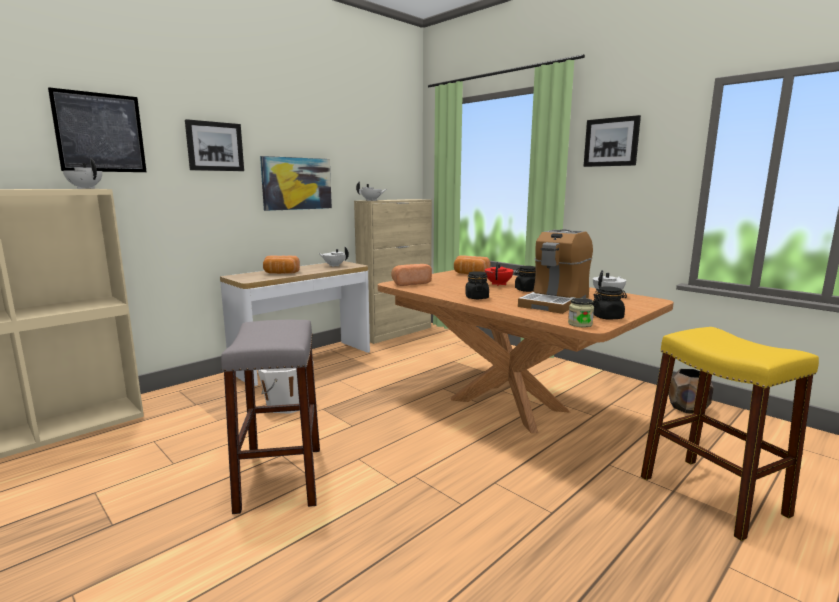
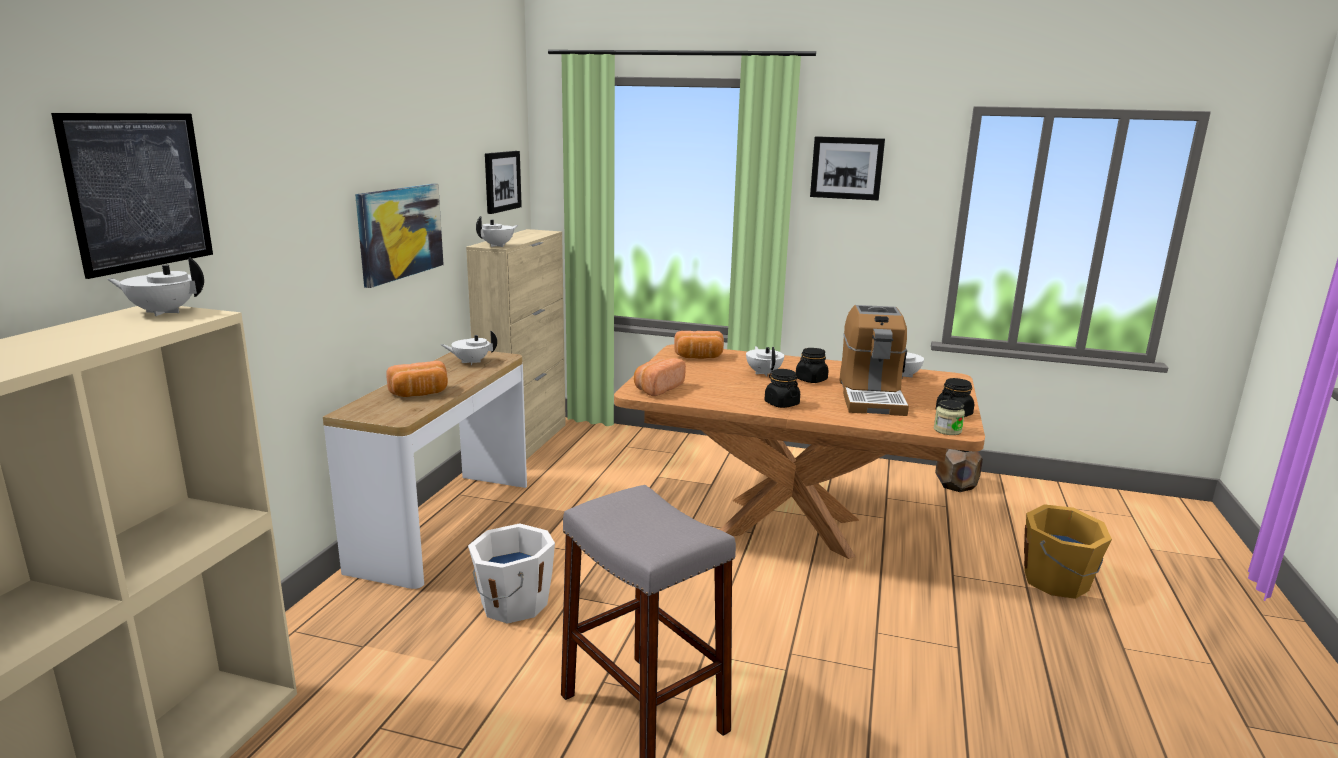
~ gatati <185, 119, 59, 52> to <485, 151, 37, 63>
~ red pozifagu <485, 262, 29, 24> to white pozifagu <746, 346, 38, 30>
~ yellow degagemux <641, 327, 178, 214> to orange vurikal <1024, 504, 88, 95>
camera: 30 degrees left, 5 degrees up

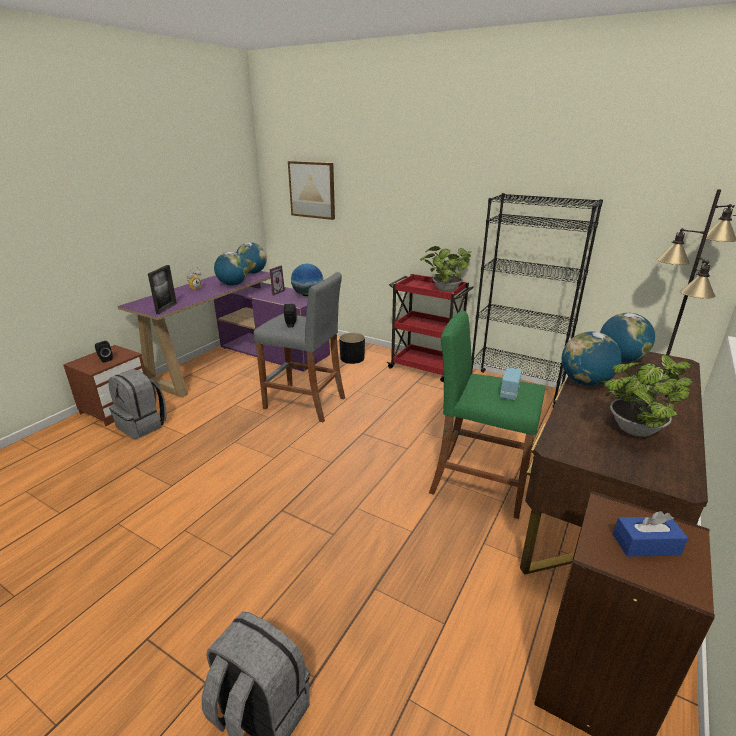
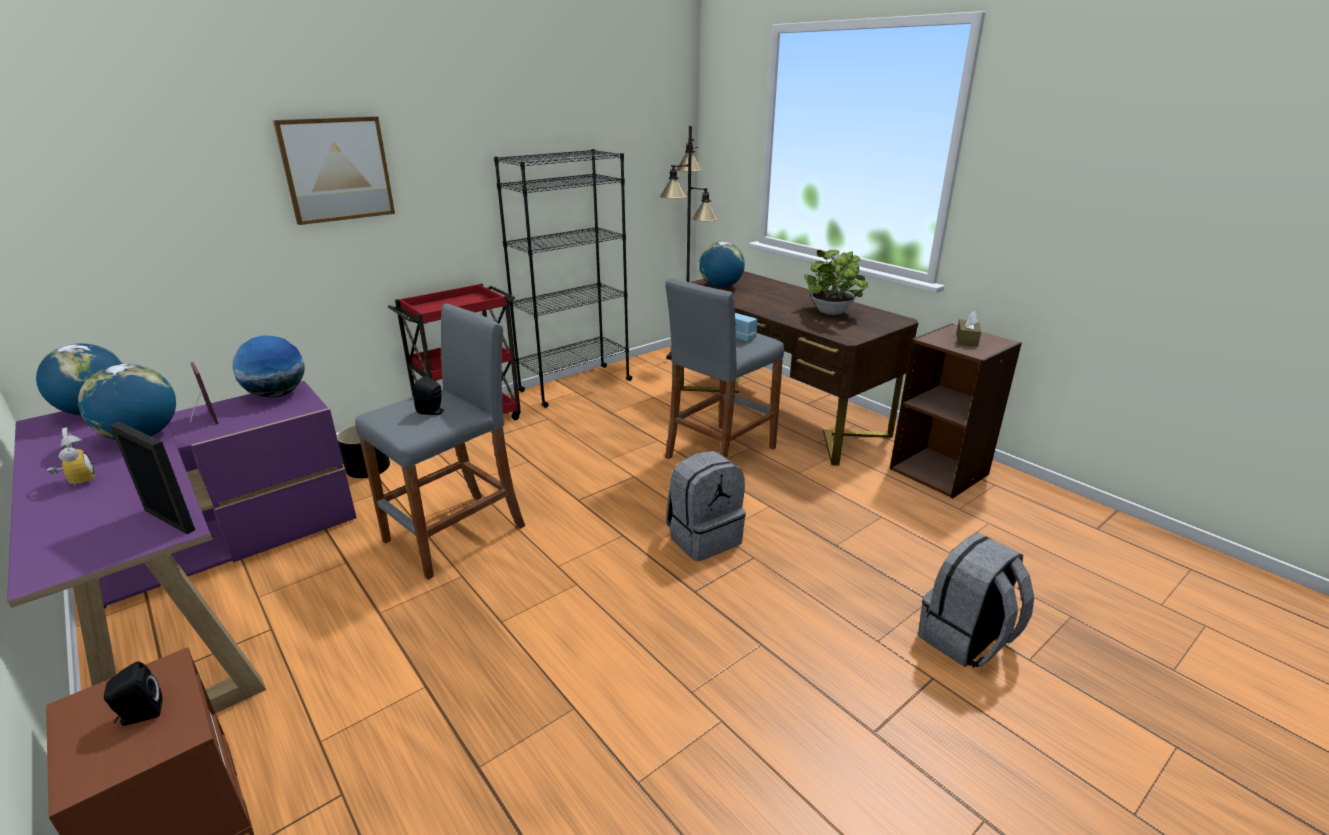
~ gatati <288, 161, 47, 59> to <273, 116, 122, 109>
~ green degagemux <429, 311, 116, 208> to grey degagemux <665, 278, 119, 181>
~ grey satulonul <108, 369, 59, 70> to <666, 451, 80, 110>
~ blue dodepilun <613, 511, 75, 46> to brown dodepilun <956, 311, 25, 36>
- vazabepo <420, 246, 52, 46>
- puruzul <562, 332, 59, 54>
camera: 70 degrees left, 0 degrees up

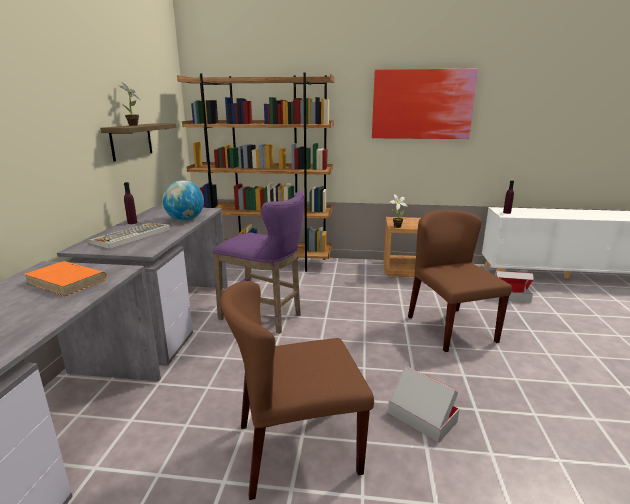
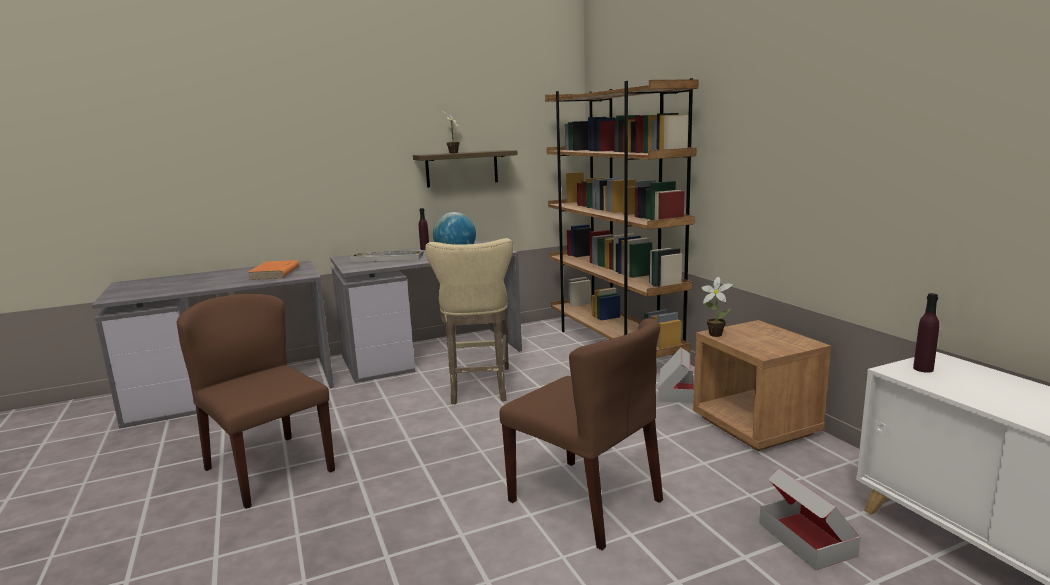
~ purple degagemux <213, 191, 91, 143> to beige degagemux <425, 238, 88, 166>
~ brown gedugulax <408, 210, 104, 142> = <500, 318, 163, 232> 90 degrees clockwise
~ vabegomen <388, 367, 71, 76> to <658, 348, 36, 55>
- gatati <372, 69, 106, 70>
camera: 60 degrees right, 5 degrees down

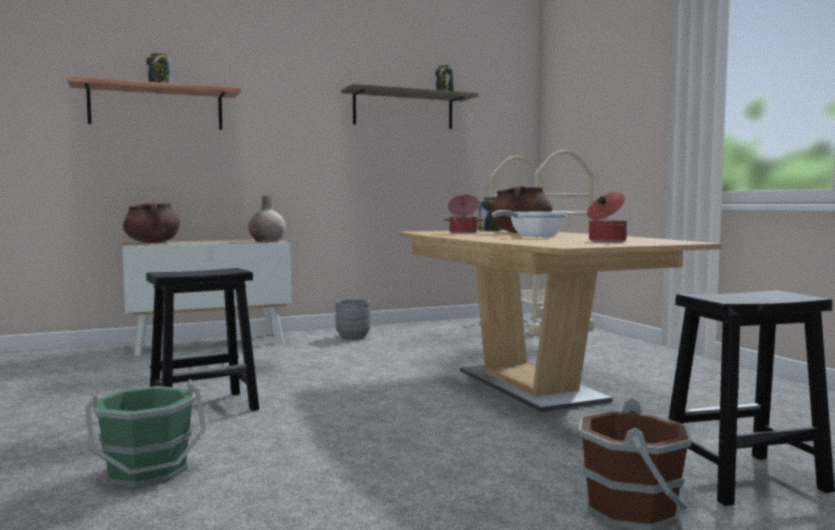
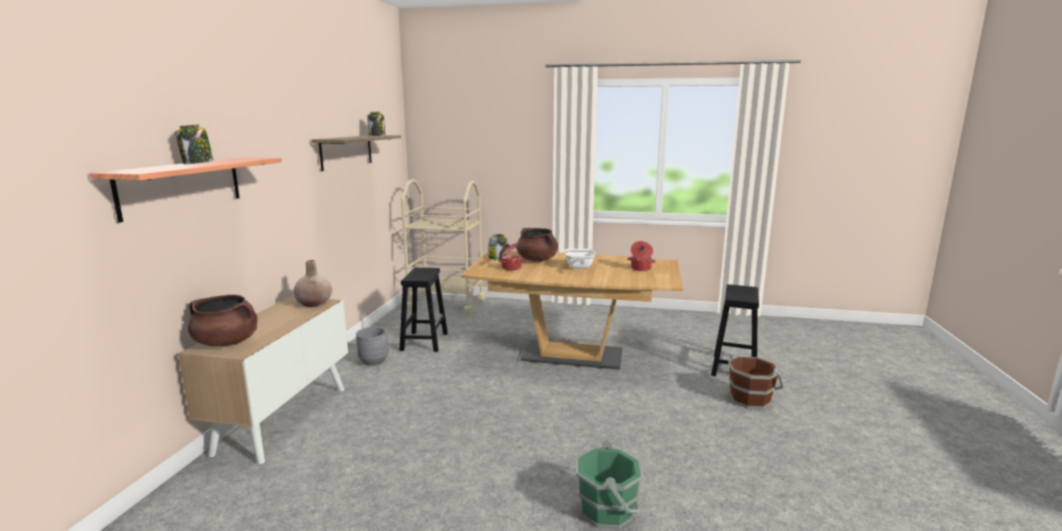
~ black degagemux <146, 268, 113, 143> to <399, 268, 49, 84>
camera: 55 degrees left, 10 degrees up

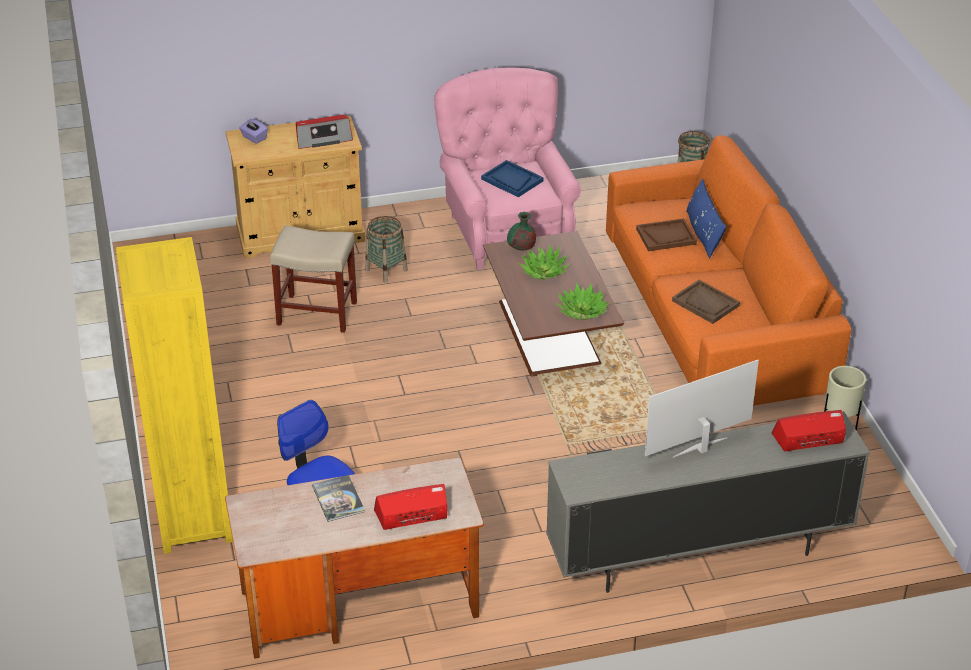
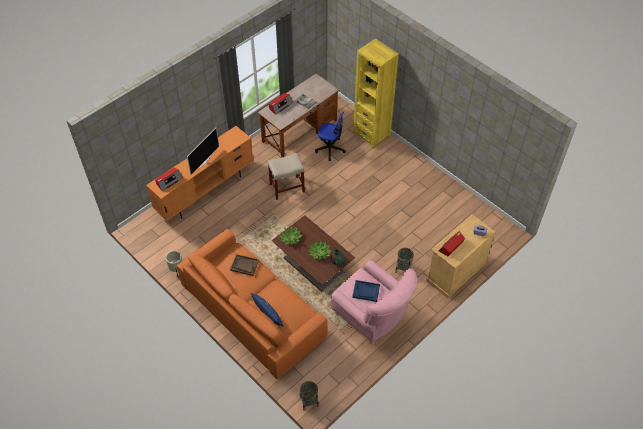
~ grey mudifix <546, 411, 324, 182> to orange mudifix <146, 126, 107, 95>
~ beige degagemux <270, 225, 87, 108> to <267, 153, 38, 47>
- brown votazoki <636, 219, 61, 32>
camera: 150 degrees right, 15 degrees up

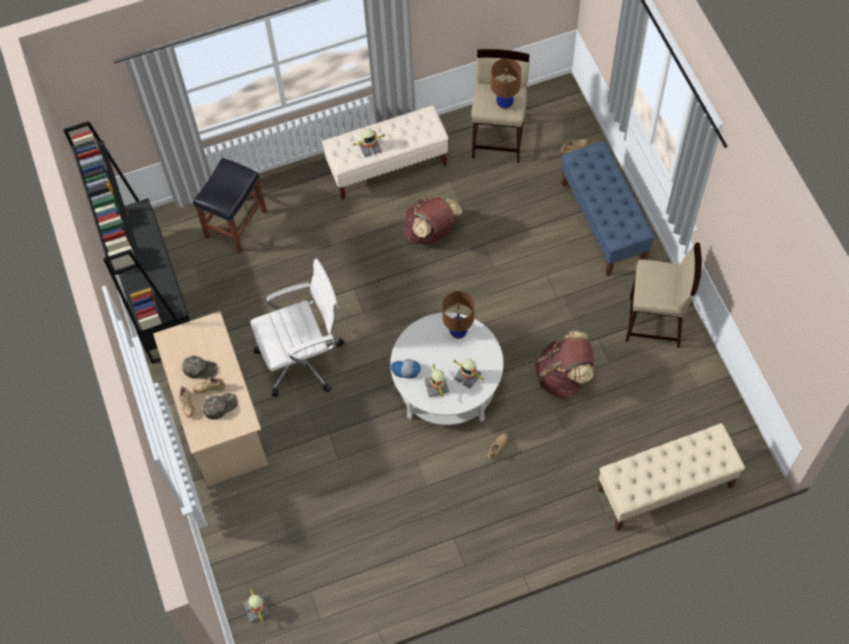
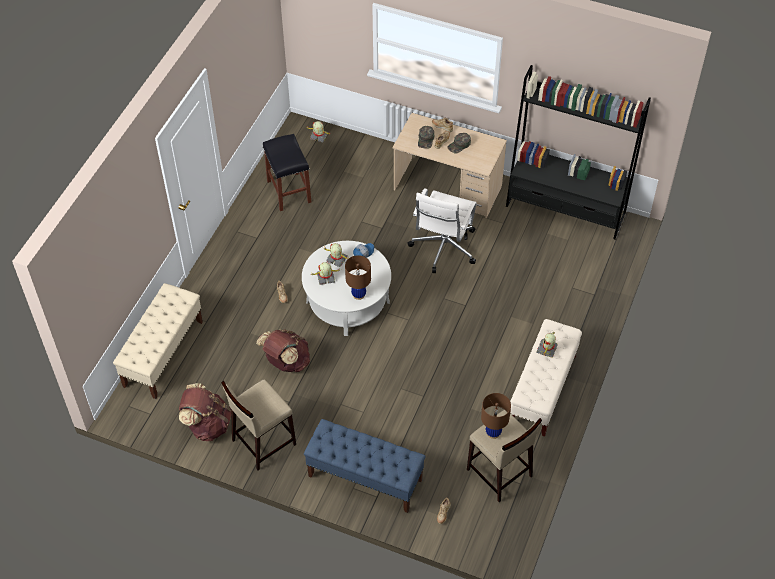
~ brown satulonul <403, 196, 59, 48> to <179, 383, 52, 58>
~ black degagemux <193, 158, 74, 95> to <263, 134, 48, 77>
camera: 130 degrees right, 10 degrees down

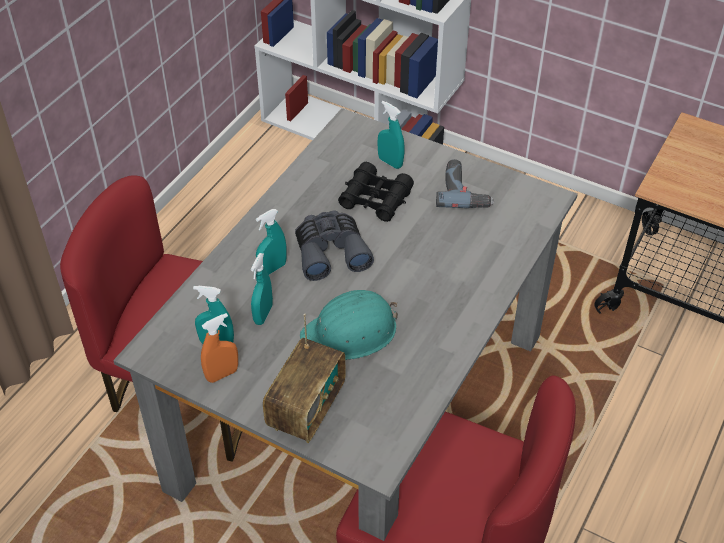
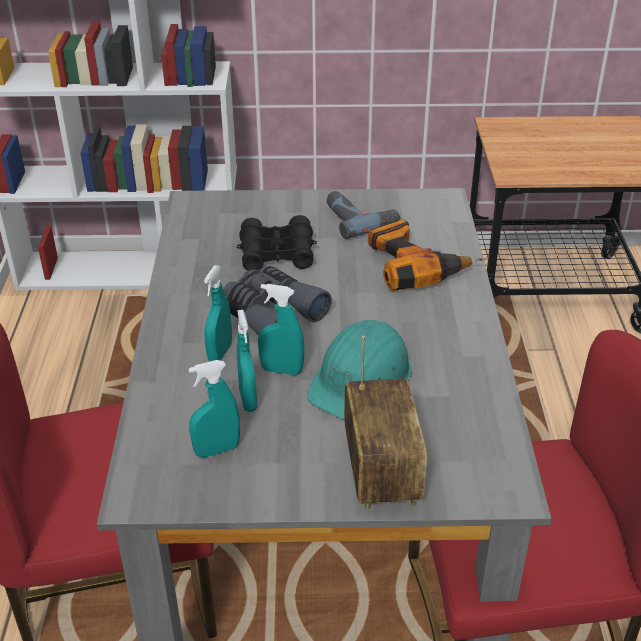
~ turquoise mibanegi <377, 101, 28, 68> to <258, 284, 46, 91>
+ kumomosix <368, 220, 121, 71>
- orange mibanegi <201, 313, 37, 70>
camera: 30 degrees left, 10 degrees down

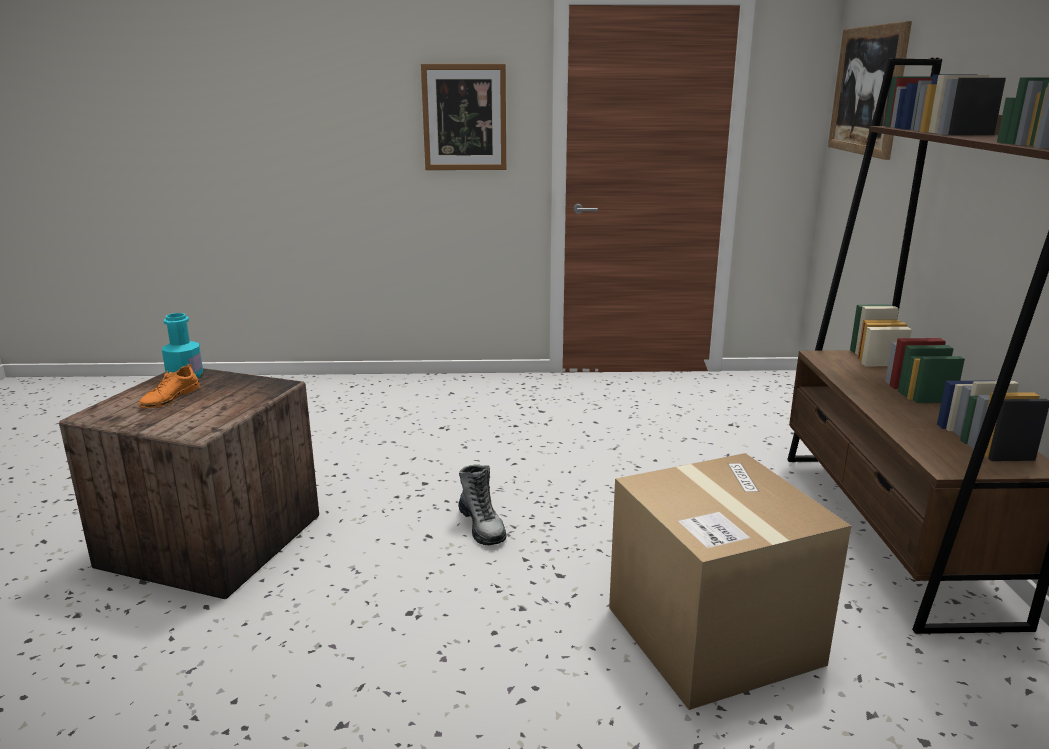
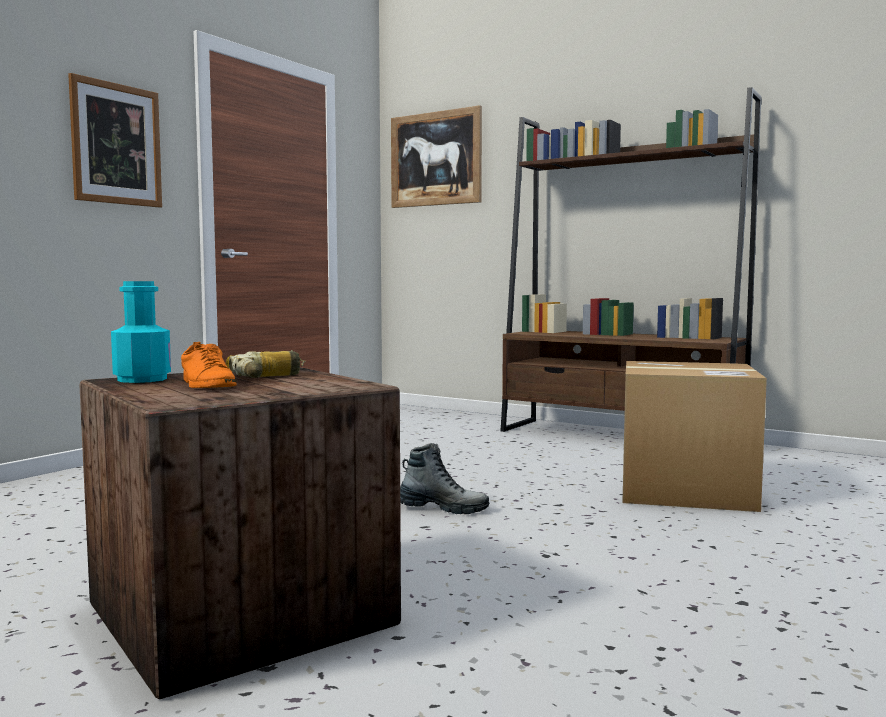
+ kumomosix <226, 350, 80, 28>
camera: 55 degrees left, 15 degrees down

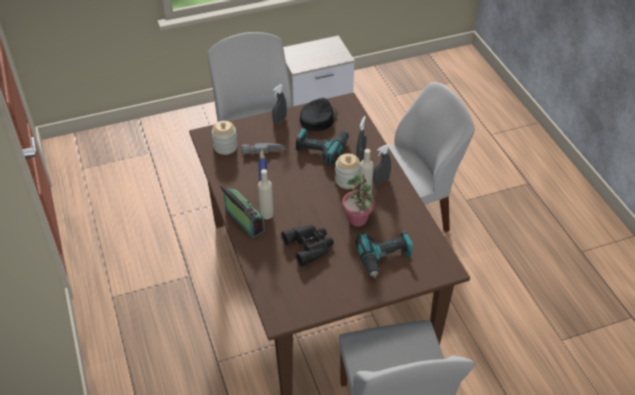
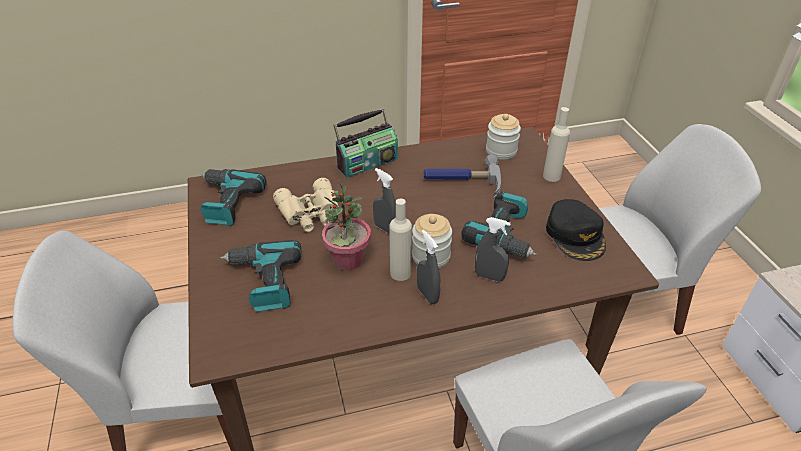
+ kumomosix <200, 169, 67, 57>
~ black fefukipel <281, 225, 53, 41> to beige fefukipel <273, 178, 66, 54>
~ grey mibanegi <272, 84, 15, 40> to <373, 168, 23, 66>
~ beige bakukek <258, 169, 16, 50> to <543, 107, 27, 75>
~ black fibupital <300, 98, 38, 33> = <546, 199, 60, 62> 45 degrees clockwise
camera: 95 degrees right, 5 degrees down

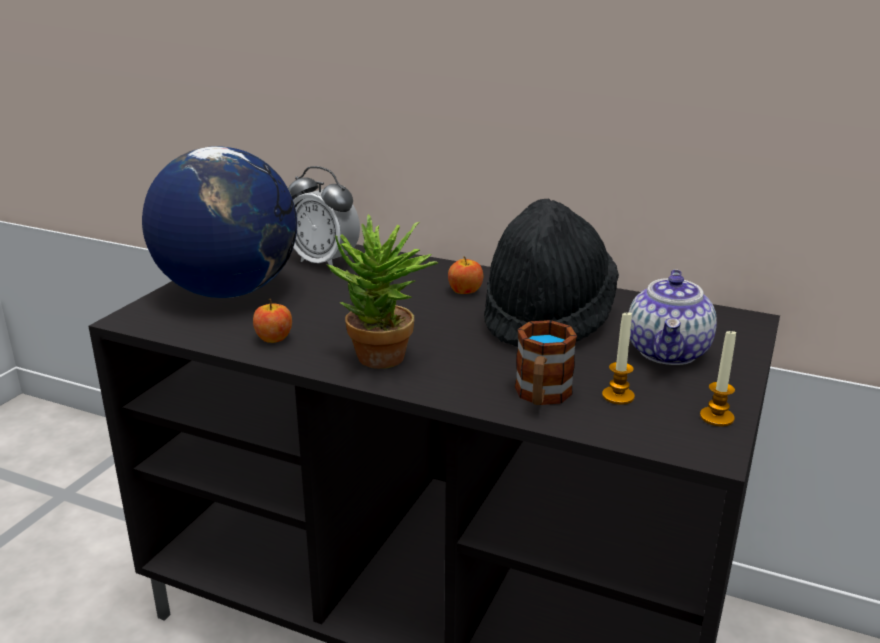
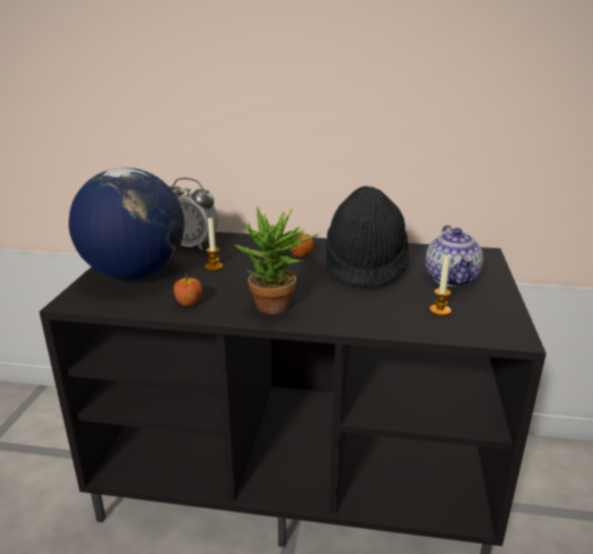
~ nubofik <700, 329, 36, 97> to <205, 216, 18, 55>
- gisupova <515, 320, 62, 85>
camera: 15 degrees left, 0 degrees up

